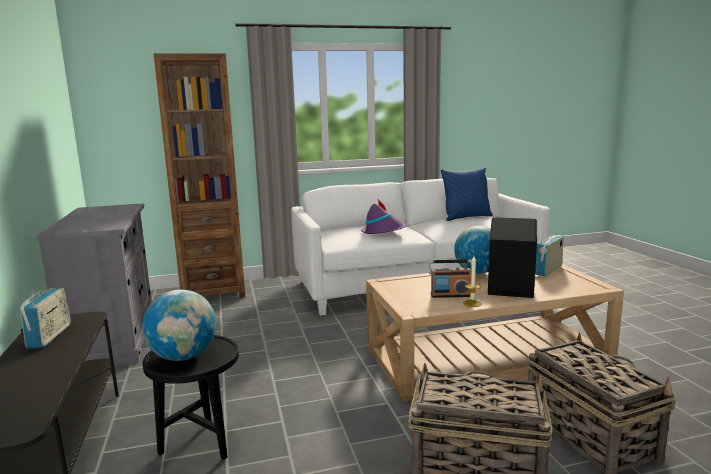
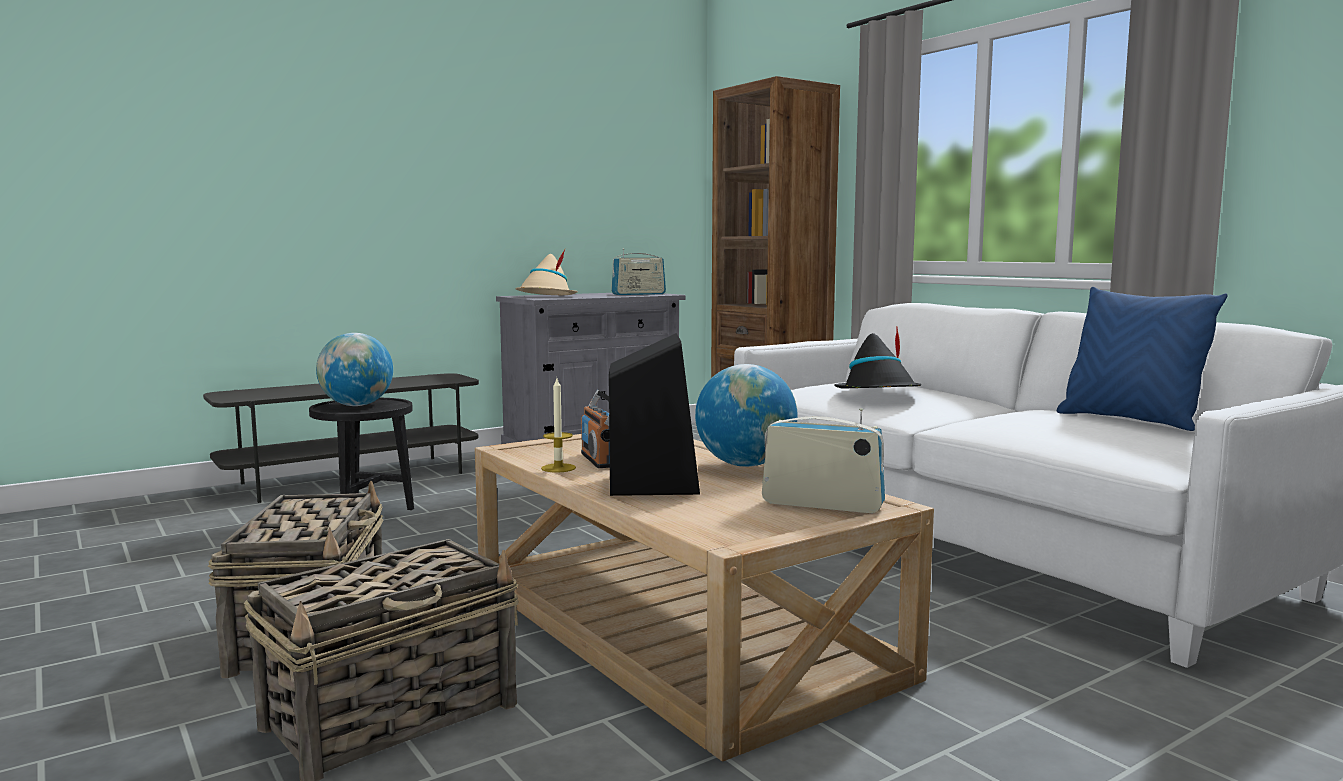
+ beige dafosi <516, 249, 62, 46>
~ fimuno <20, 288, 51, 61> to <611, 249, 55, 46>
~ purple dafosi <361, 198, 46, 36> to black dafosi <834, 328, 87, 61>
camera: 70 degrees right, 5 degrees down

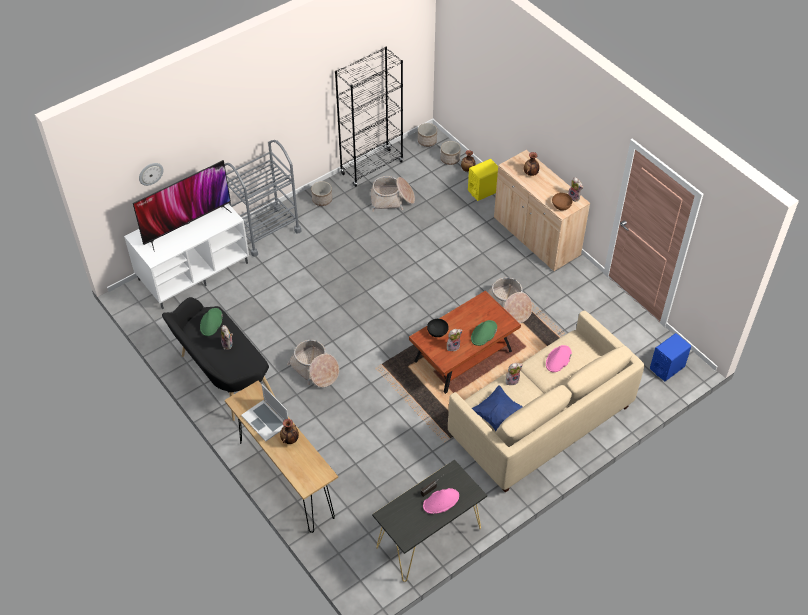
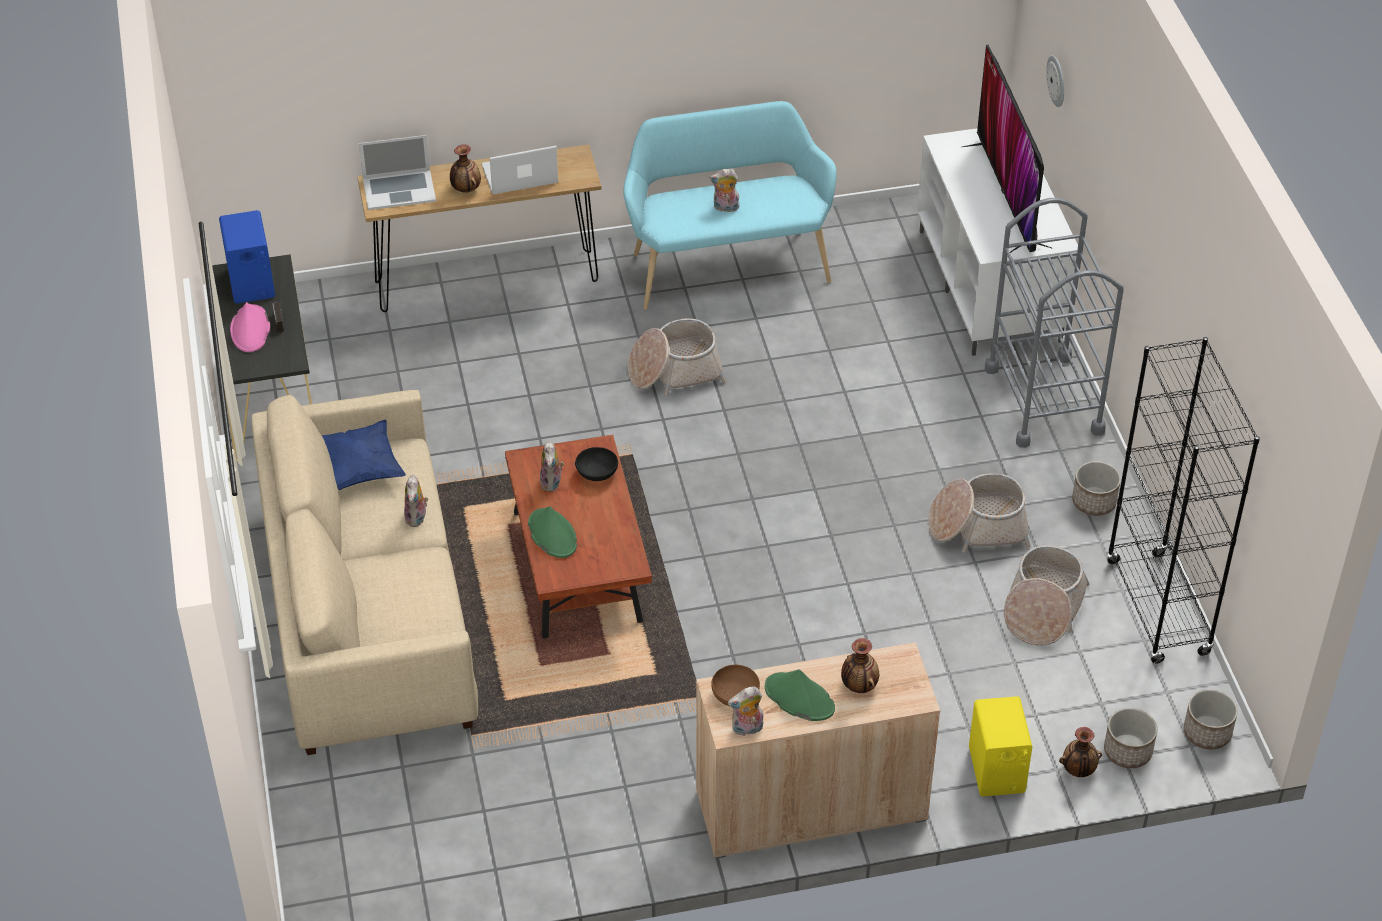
~ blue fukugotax <650, 333, 41, 48> to <219, 210, 56, 94>
+ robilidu <359, 135, 77, 75>
~ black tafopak <162, 297, 114, 124> to turquoise tafopak <623, 101, 214, 209>
~ green dafosi <200, 308, 23, 28> to <765, 669, 70, 52>
~ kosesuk <487, 277, 45, 46> to <928, 473, 103, 80>
- pink dafosi <546, 345, 26, 27>
camera: 115 degrees right, 5 degrees down

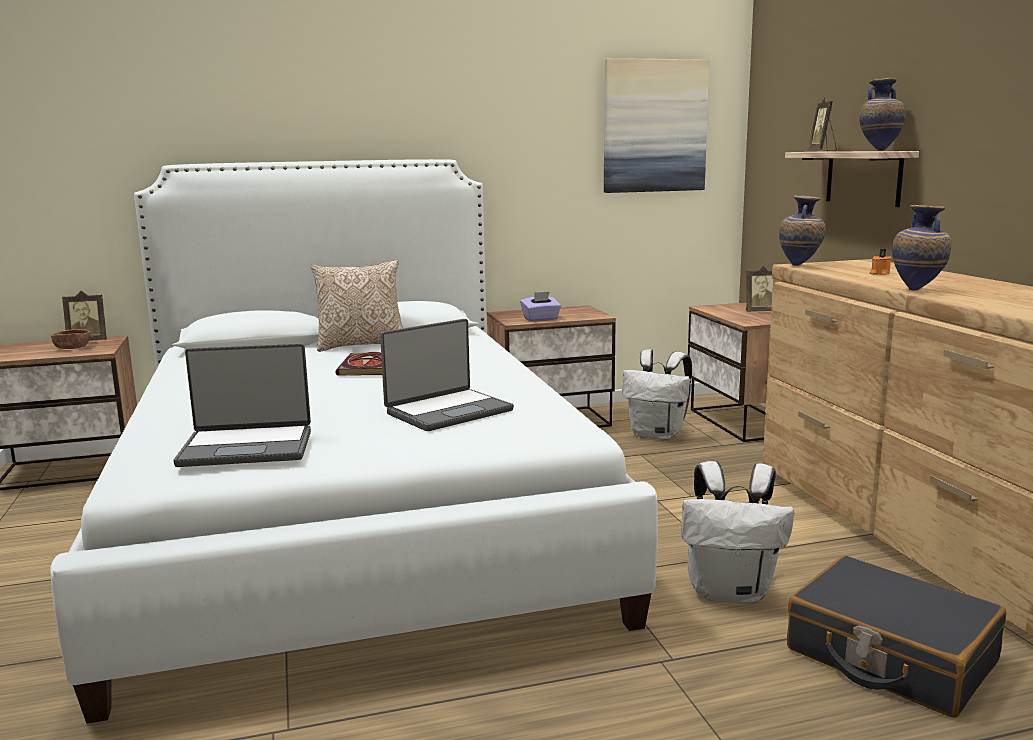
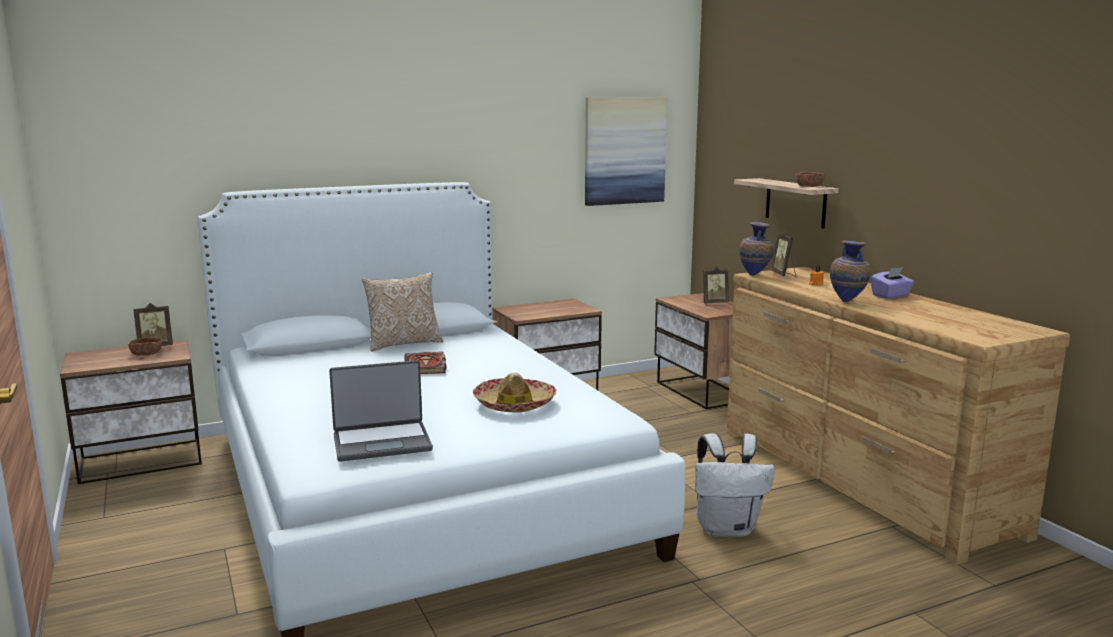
~ robilidu <380, 319, 134, 112> to dafosi <473, 373, 84, 40>
~ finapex <808, 97, 29, 54> to <770, 231, 26, 45>
~ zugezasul <859, 78, 47, 73> to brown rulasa <796, 172, 29, 15>
~ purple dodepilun <520, 292, 41, 29> to <871, 267, 43, 32>
- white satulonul <622, 349, 70, 91>
- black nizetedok <787, 555, 219, 163>
camera: 10 degrees left, 0 degrees up

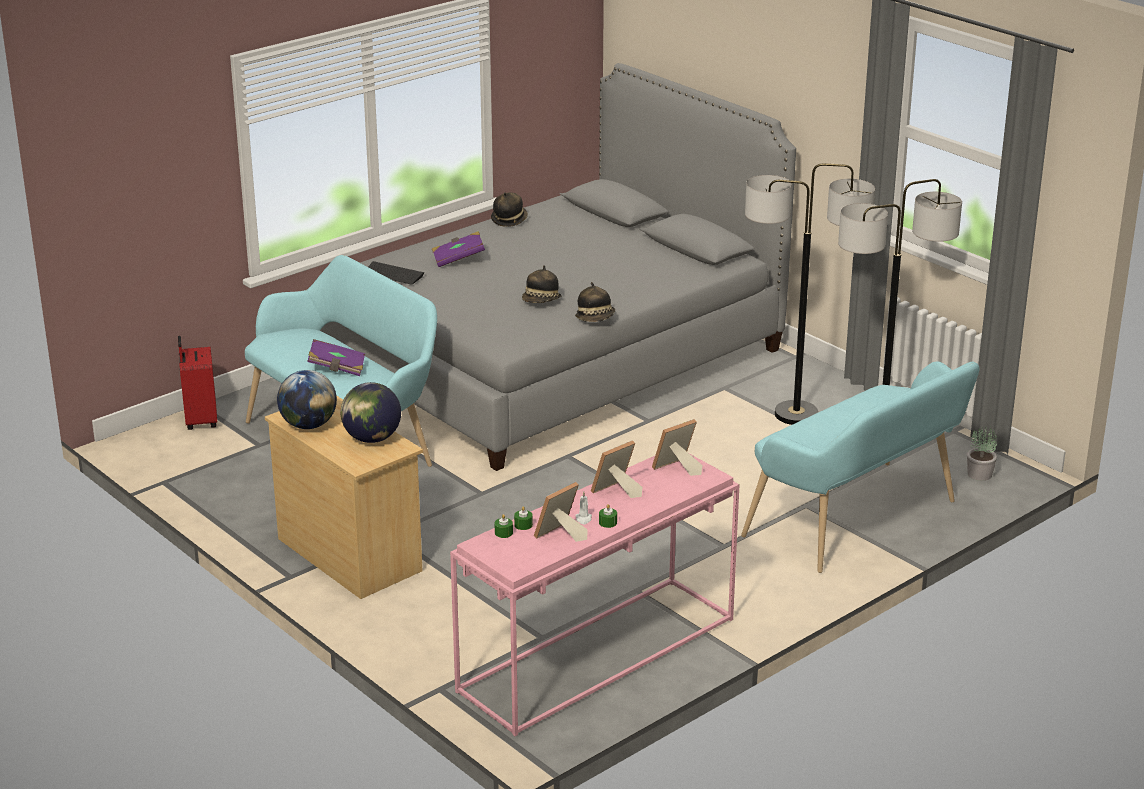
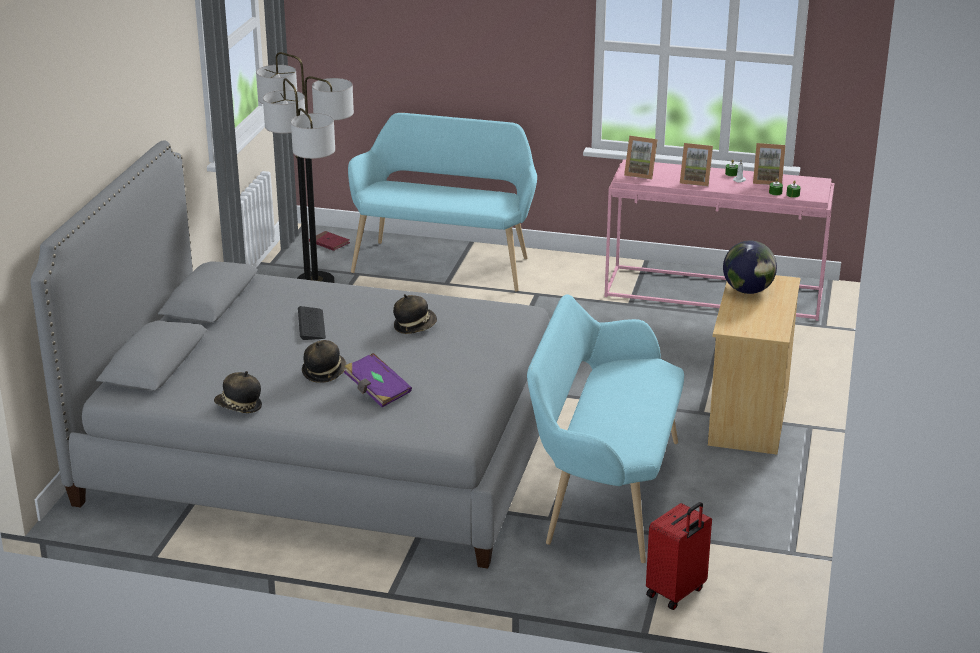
~ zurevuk <368, 261, 56, 24> to <298, 306, 28, 34>
~ dafosi <575, 282, 40, 40> to <302, 340, 45, 43>
~ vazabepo <967, 426, 30, 55> to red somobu <309, 231, 41, 20>
- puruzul <277, 370, 60, 59>
- purple somobu <307, 339, 58, 37>
camera: 125 degrees left, 0 degrees up

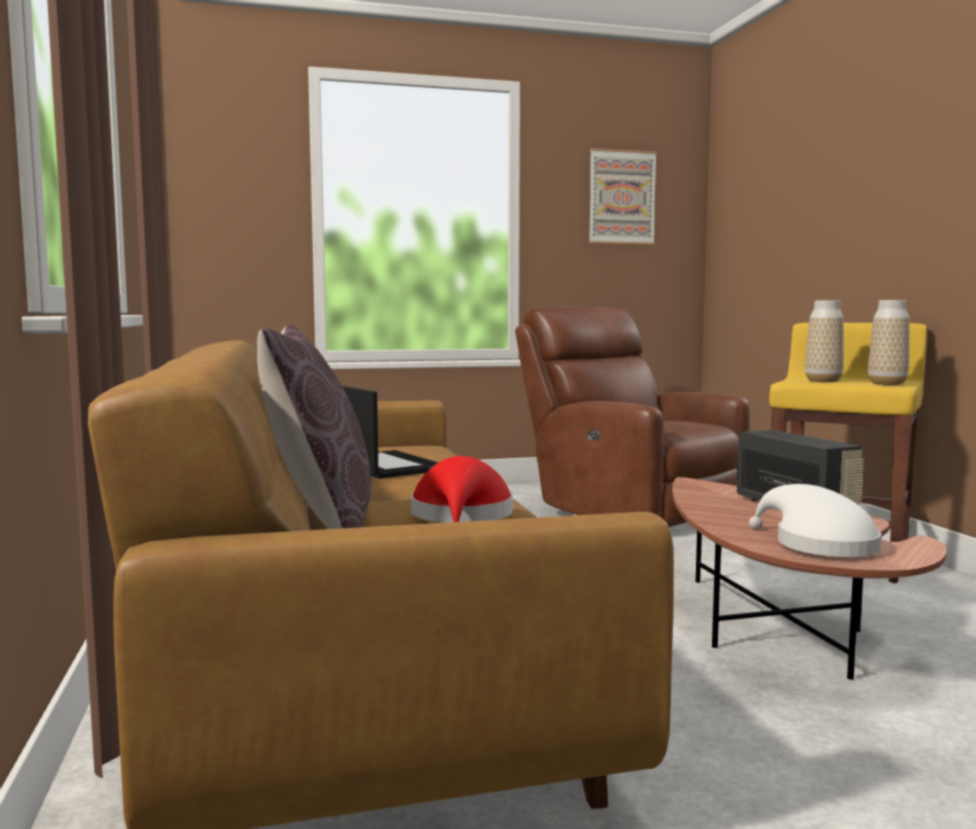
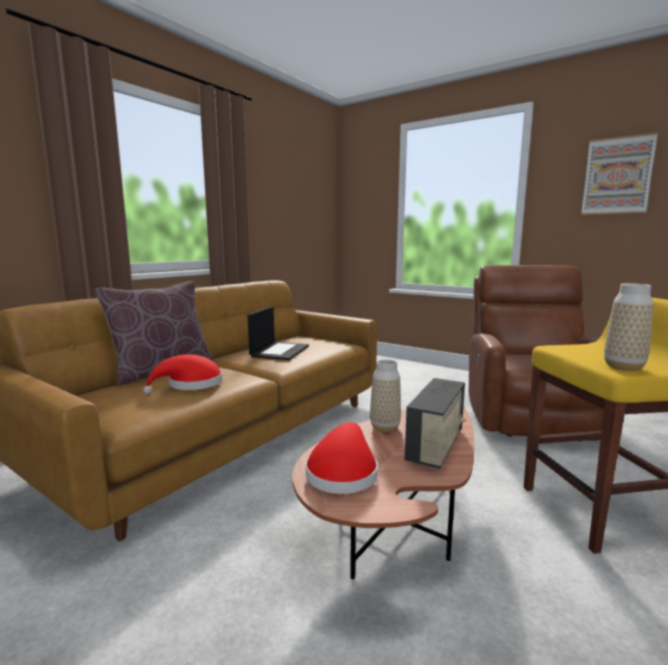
~ white dafosi <749, 484, 132, 73> to red dafosi <306, 422, 72, 72>
~ zugezasul <805, 300, 39, 82> to <370, 359, 31, 73>
camera: 50 degrees right, 5 degrees up

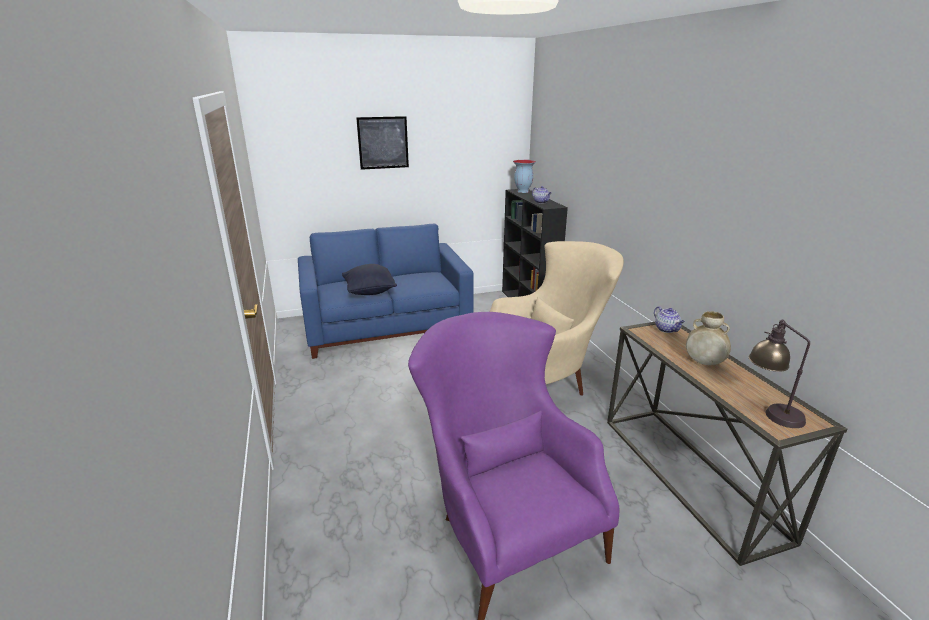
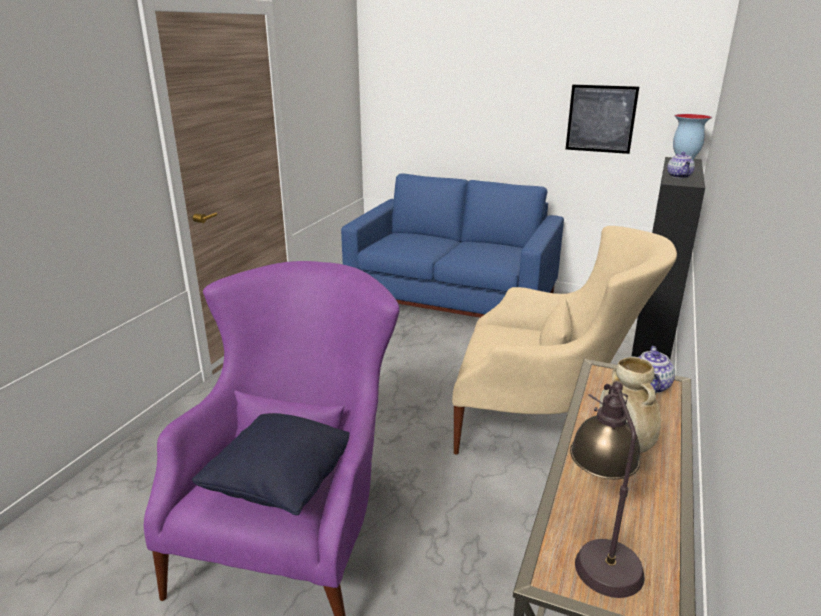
~ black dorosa <342, 264, 55, 31> to <192, 413, 158, 103>
~ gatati <356, 116, 53, 54> to <566, 85, 73, 69>
camera: 40 degrees right, 0 degrees up

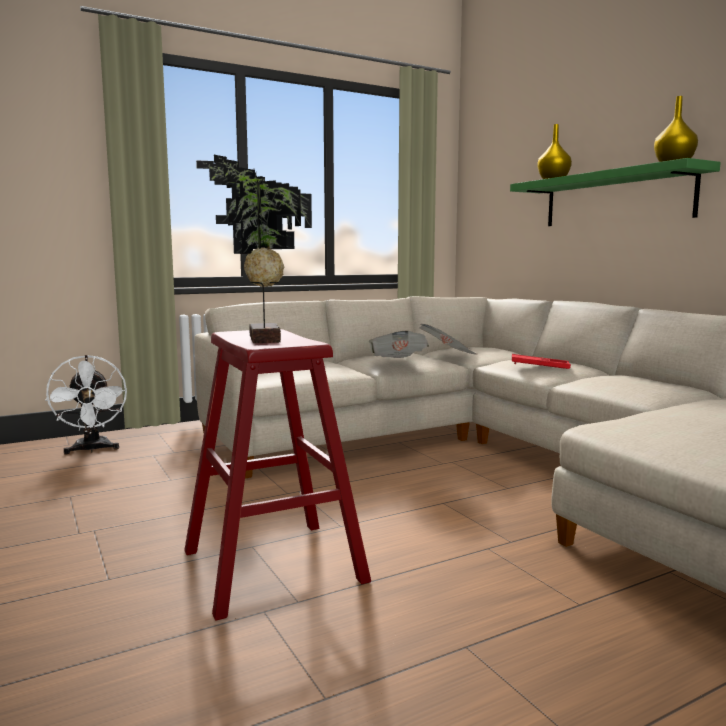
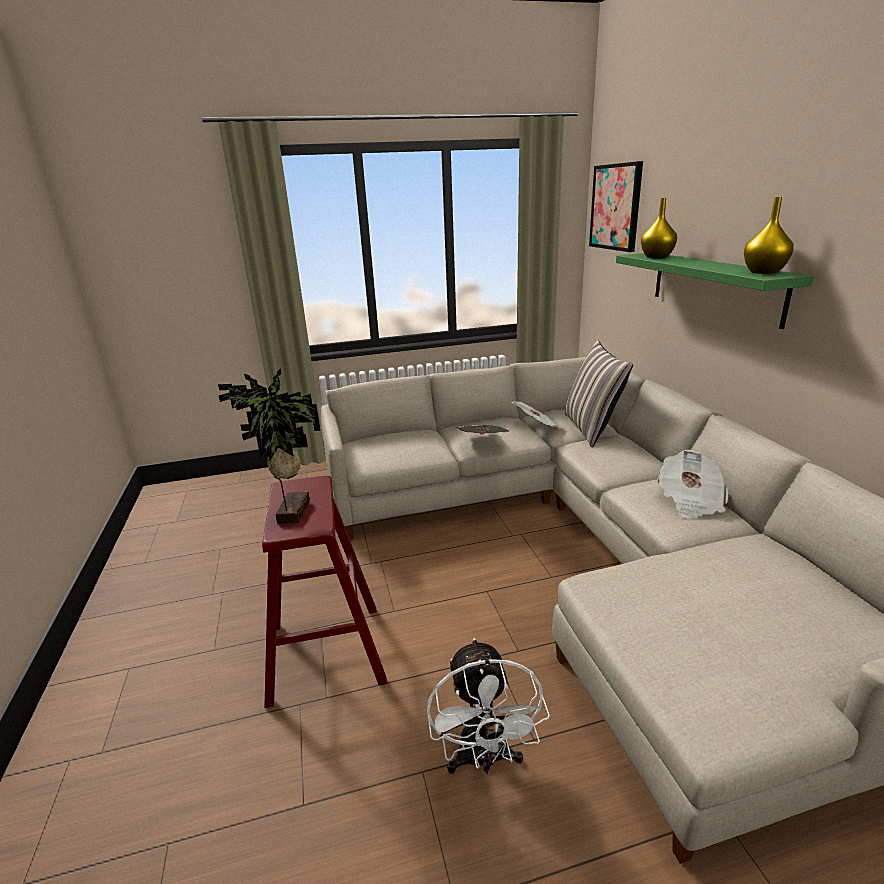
~ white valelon <45, 355, 82, 99> to <427, 638, 123, 136>
+ dorosa <564, 340, 69, 107>
+ gatati <589, 161, 54, 91>
+ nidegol <657, 450, 71, 68>
- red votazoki <512, 354, 59, 15>
camera: 15 degrees right, 15 degrees up

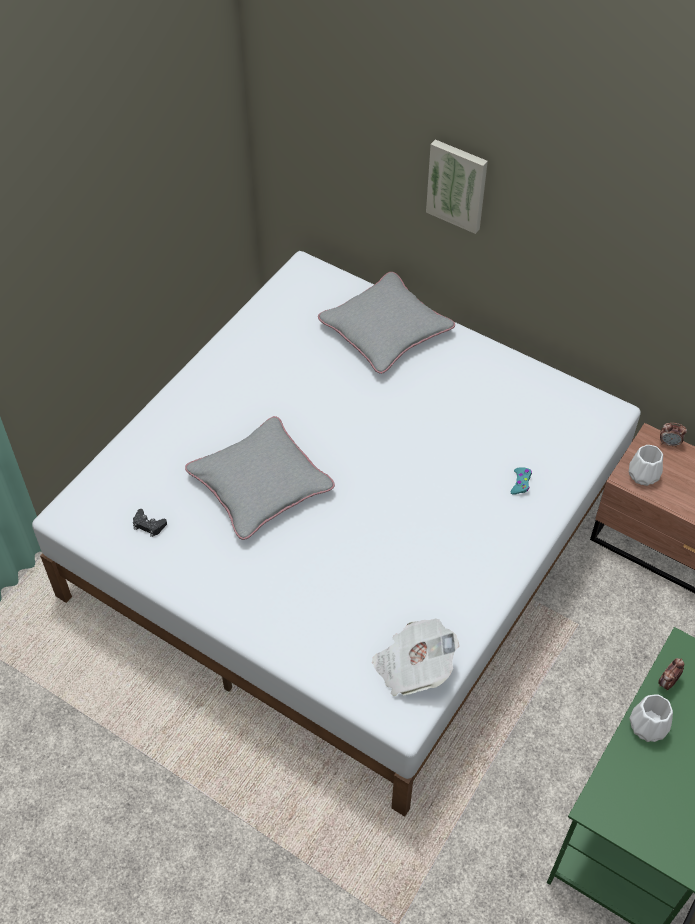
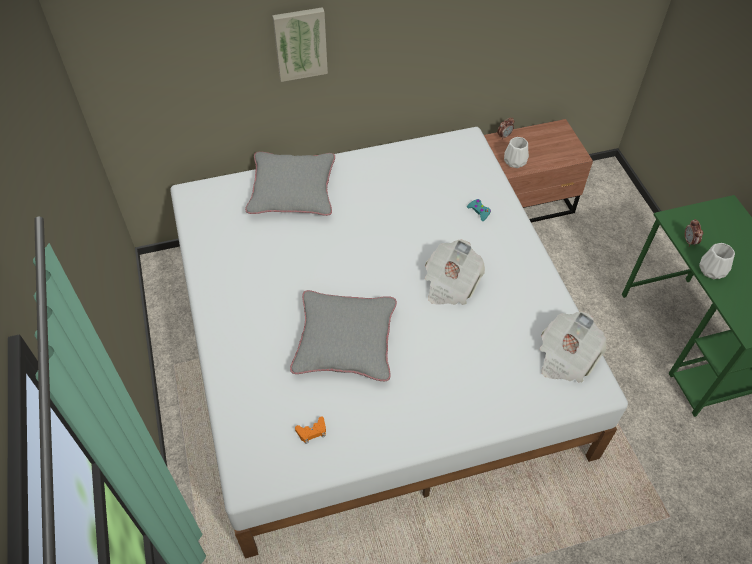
~ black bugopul <133, 509, 34, 28> to orange bugopul <295, 416, 31, 28>
+ nidegol <425, 239, 60, 66>
camera: 50 degrees left, 0 degrees up

